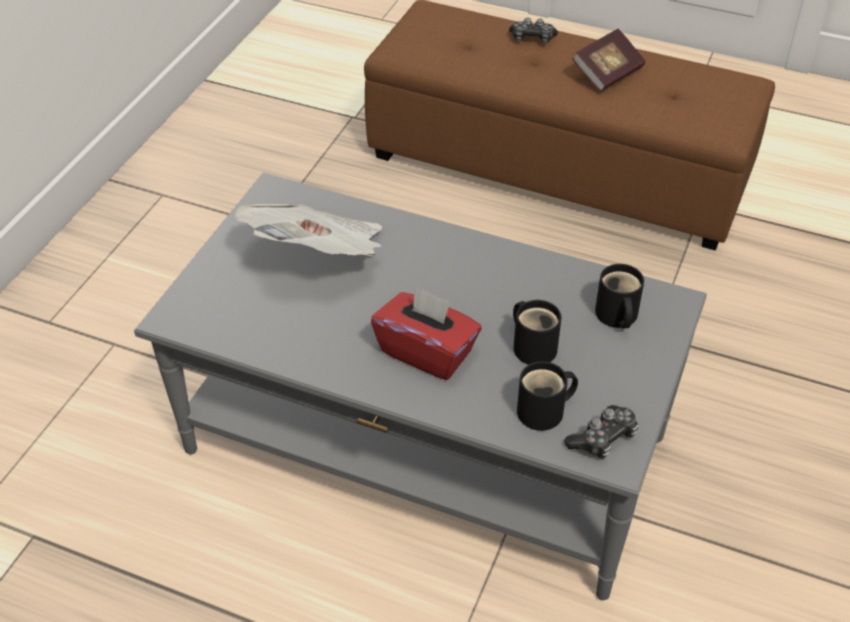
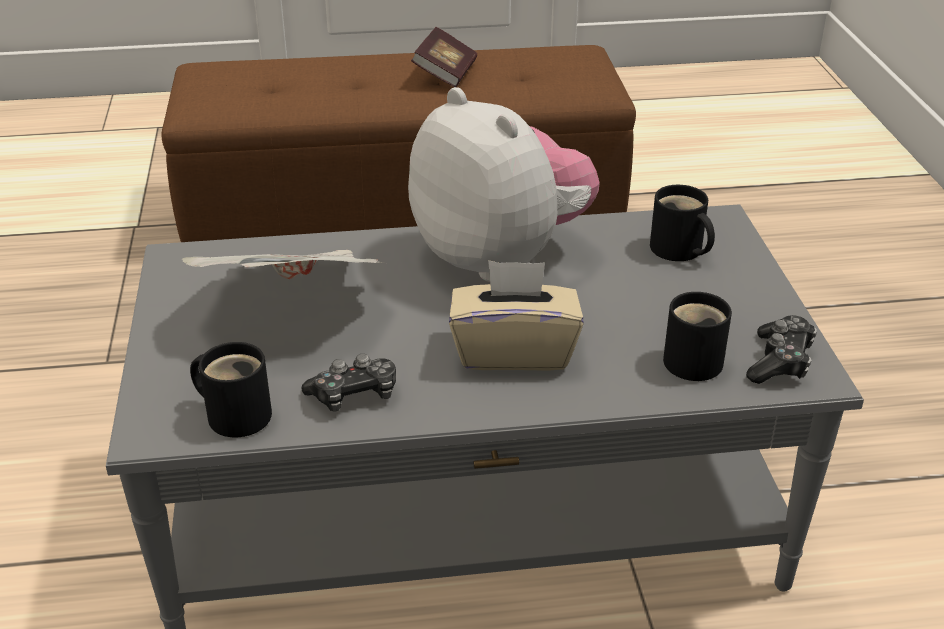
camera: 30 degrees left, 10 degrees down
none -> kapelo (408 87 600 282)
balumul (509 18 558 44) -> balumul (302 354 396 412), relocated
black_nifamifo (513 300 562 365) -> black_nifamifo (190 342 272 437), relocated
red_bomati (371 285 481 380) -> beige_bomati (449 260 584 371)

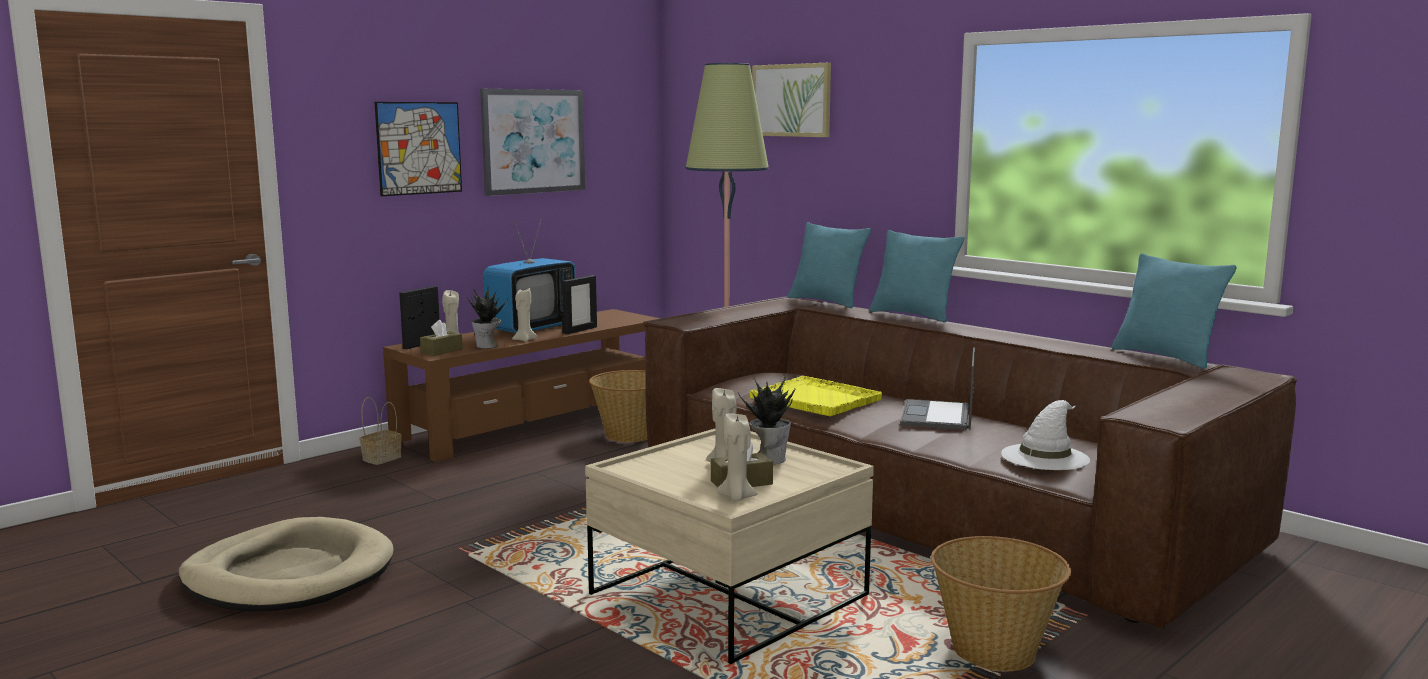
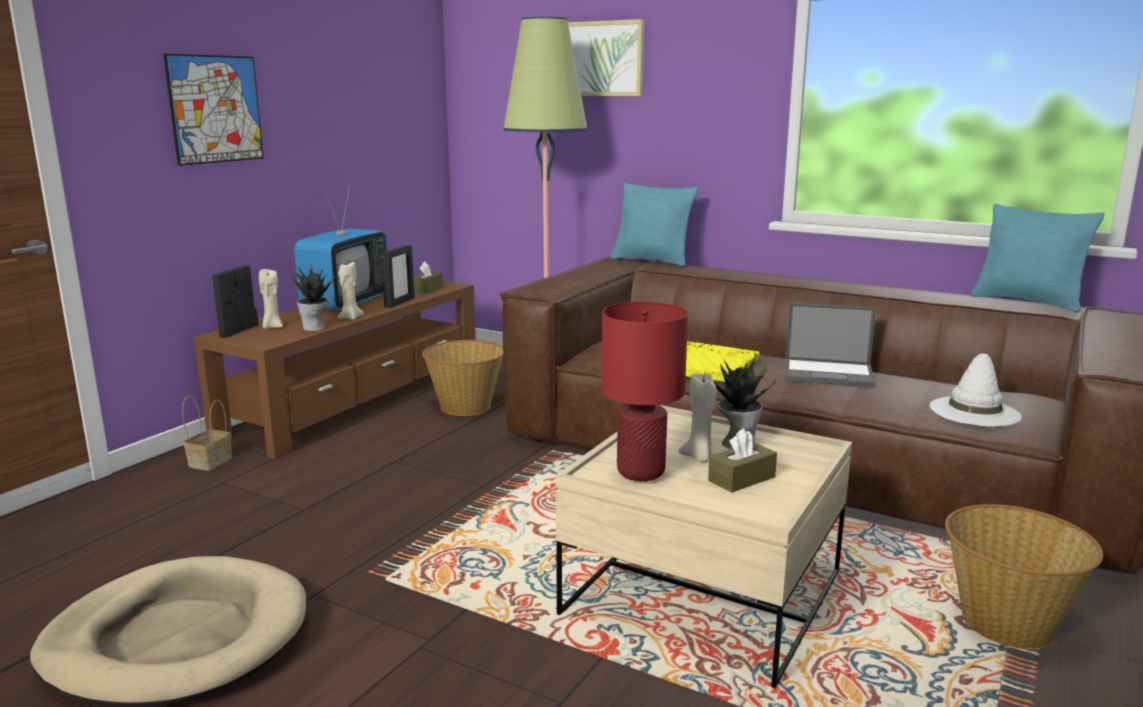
camera: 15 degrees left, 5 degrees up
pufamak (480 89 585 196) -> none
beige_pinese (717 413 758 501) -> none
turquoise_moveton (869 230 964 322) -> none
none -> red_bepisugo (601 302 688 482)
brown_bomati (420 320 463 356) -> brown_bomati (413 262 443 294), relocated
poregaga (900 347 975 430) -> poregaga (784 303 876 388), 75 degrees counterclockwise

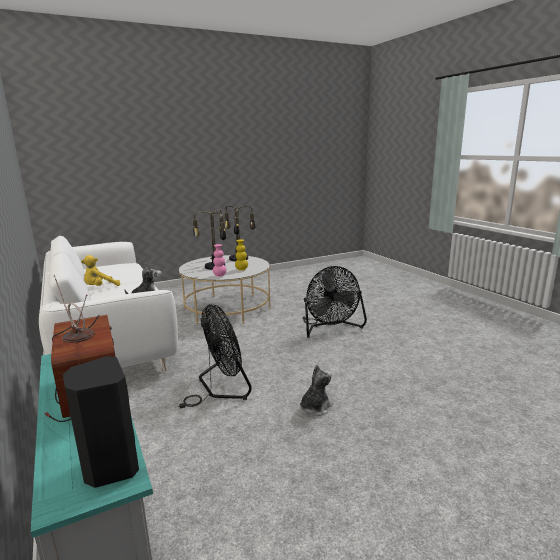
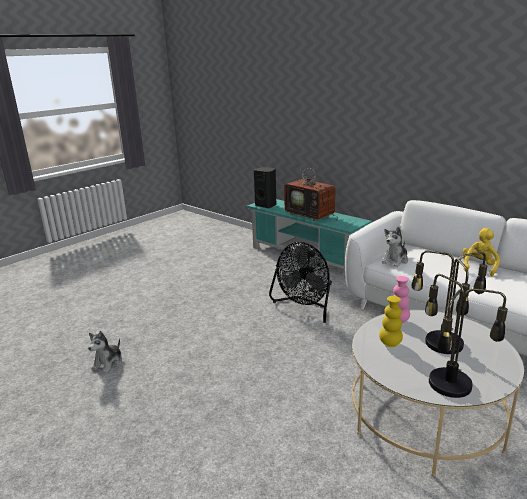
camera: 160 degrees right, 5 degrees up
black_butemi (303 266 367 338) -> none
kapelo (300 365 333 416) -> kapelo (88 331 122 373), relocated

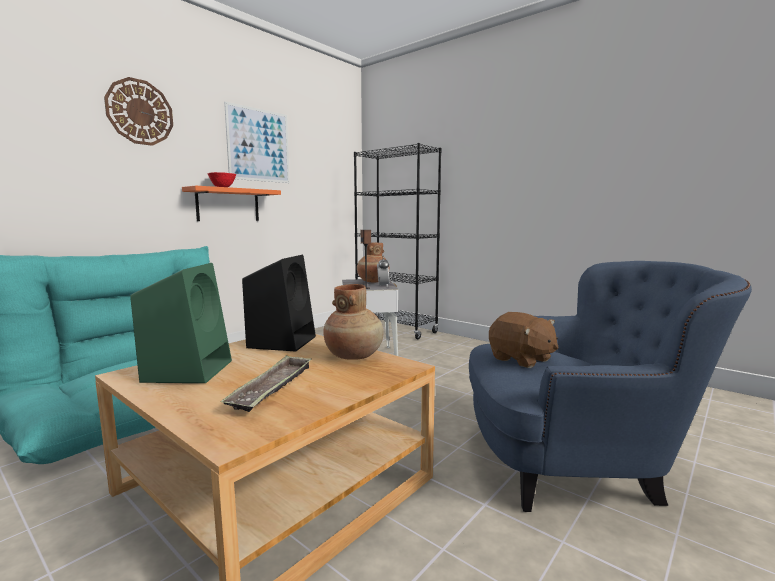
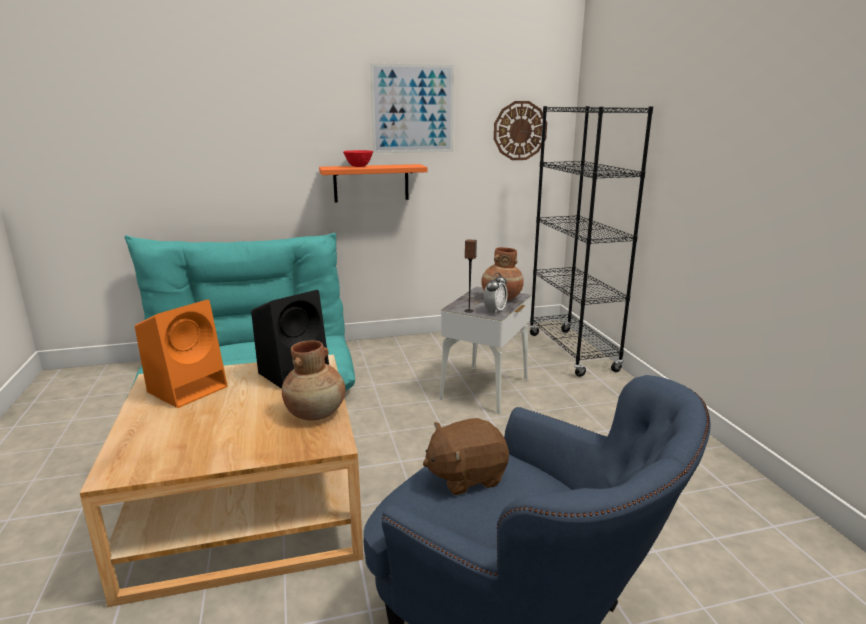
camera: 35 degrees right, 10 degrees up
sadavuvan (220 355 312 412) -> none
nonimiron (104 77 173 146) -> nonimiron (494 101 547 160), relocated
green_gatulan (130 263 232 383) -> orange_gatulan (135 299 228 408)
brown_kapelo (489 312 559 368) -> brown_kapelo (423 418 509 495), 75 degrees clockwise

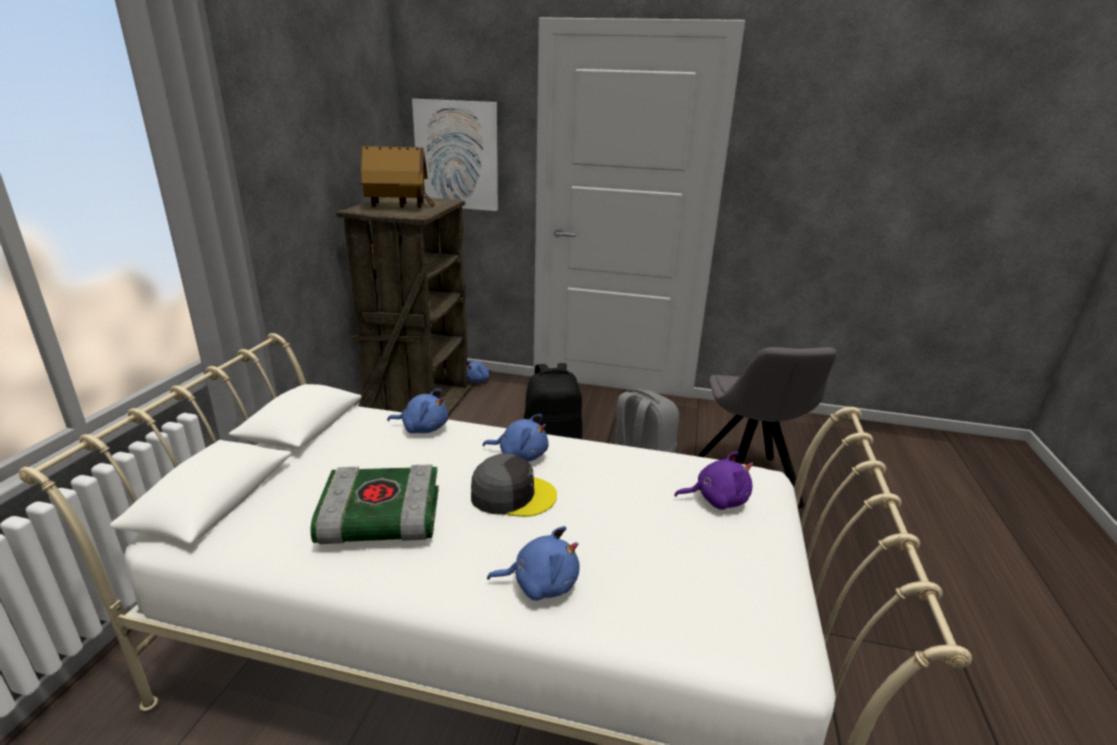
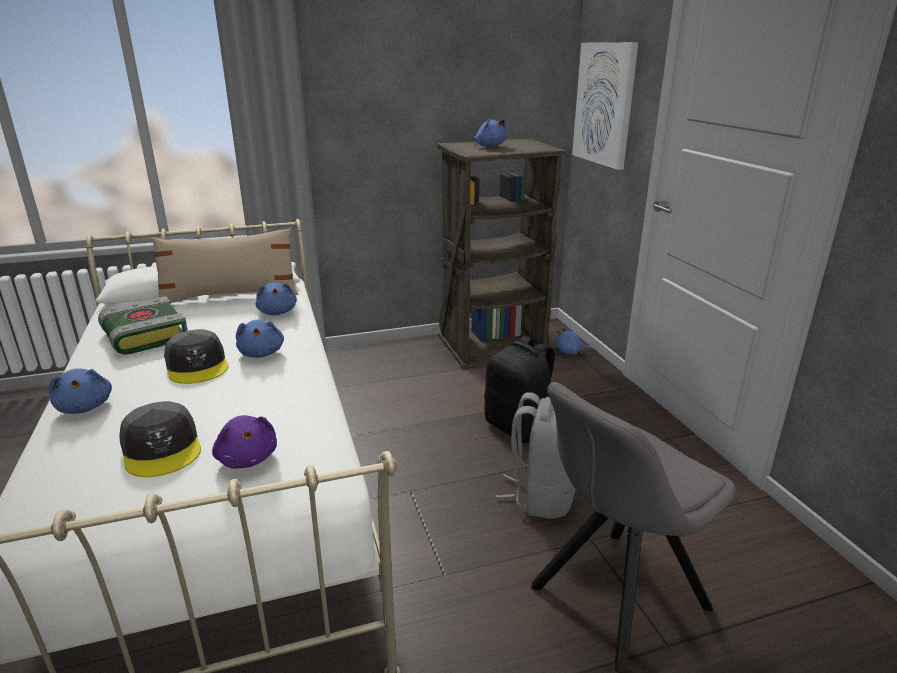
camera: 60 degrees right, 0 degrees up
none -> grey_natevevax (119 401 201 477)
none -> beige_moveton (151 228 298 303)
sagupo (360 146 435 208) -> blue_kapelo (473 118 507 147)

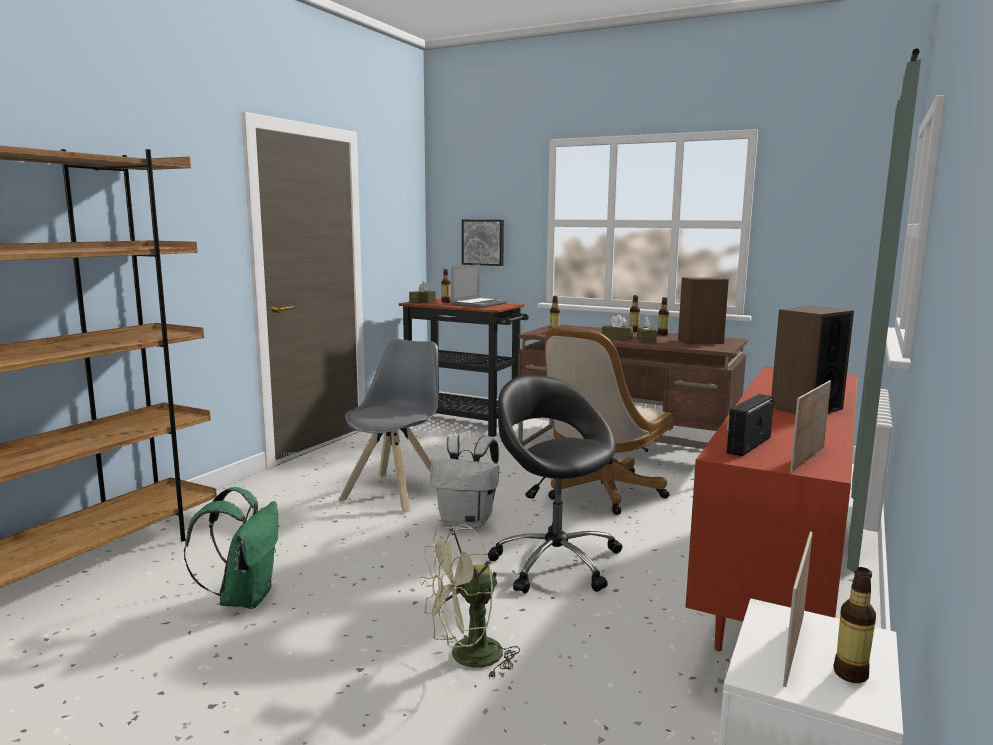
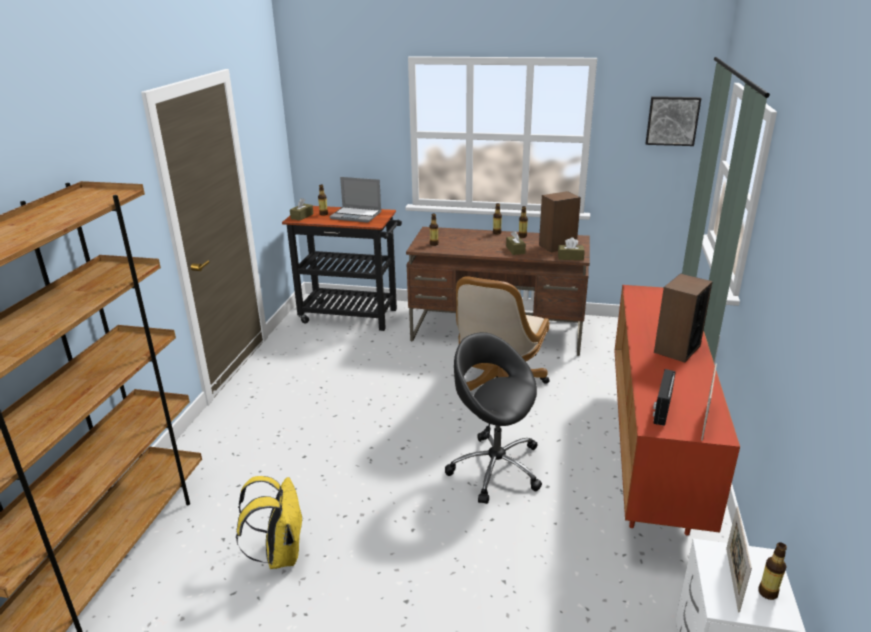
camera: 15 degrees left, 15 degrees up
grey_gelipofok (339 339 438 513) -> none
beige_butemi (419 524 520 679) -> none
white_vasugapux (430 435 499 528) -> none
pufamak (462 220 504 266) -> pufamak (645 96 701 146), relocated
brown_bomati (602 314 633 341) -> brown_bomati (558 237 585 260), relocated
green_vasugapux (184 487 278 609) -> yellow_vasugapux (236 476 304 569)
poregaga (452 264 507 308) -> poregaga (329 177 382 223), 90 degrees clockwise

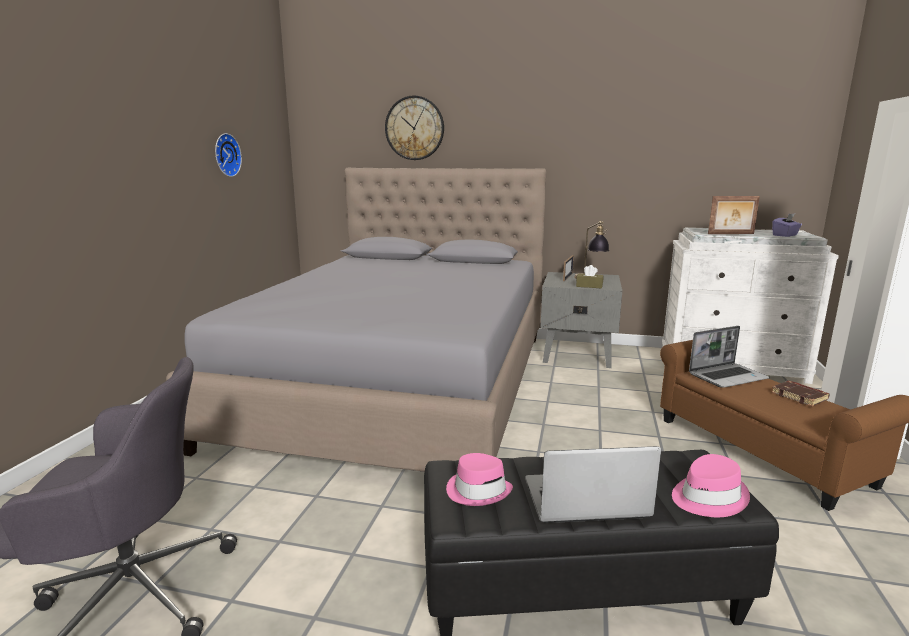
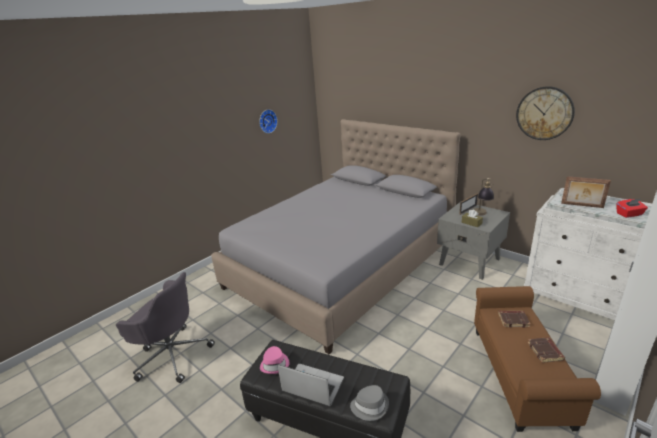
camera: 30 degrees right, 10 degrees up
nonimiron (385 96 444 160) -> nonimiron (516 86 575 140), relocated
poregaga (689 326 770 388) -> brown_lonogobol (498 311 531 328)
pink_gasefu (672 454 750 517) -> grey_gasefu (350 385 389 421)
purple_bomati (772 213 802 237) -> red_bomati (617 199 648 218)

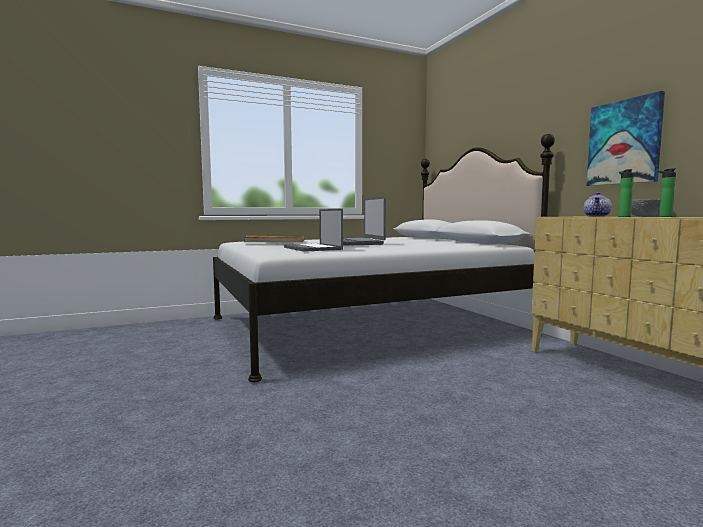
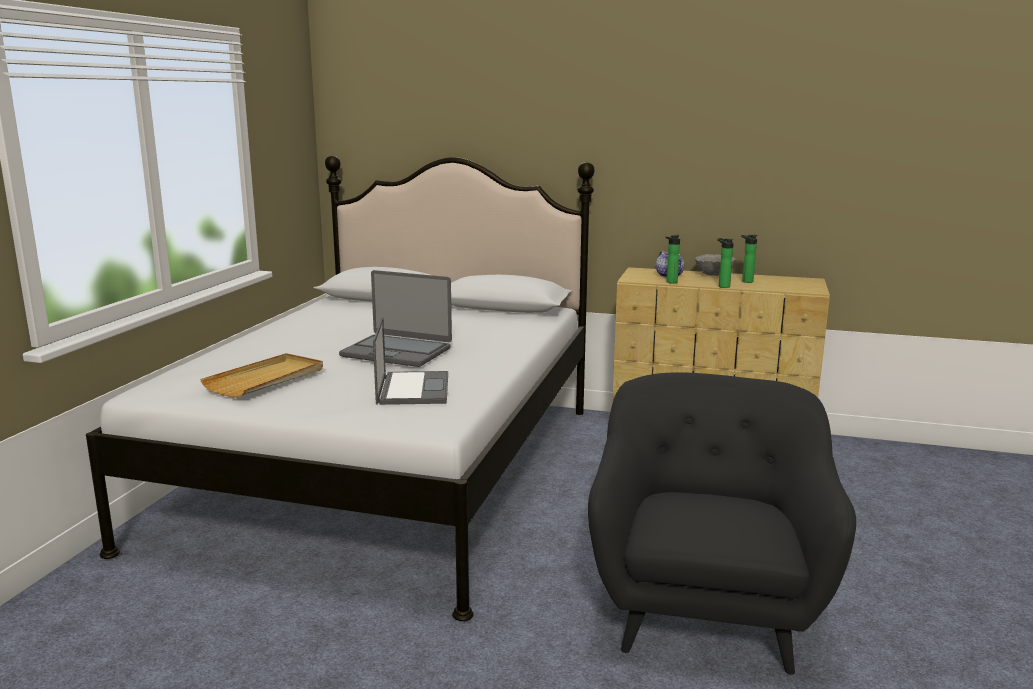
camera: 50 degrees left, 10 degrees up
pufamak (587 91 665 186) -> none
none -> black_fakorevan (588 372 856 675)
none -> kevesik (666 235 680 284)
poregaga (284 209 343 252) -> poregaga (373 317 448 405), 105 degrees counterclockwise

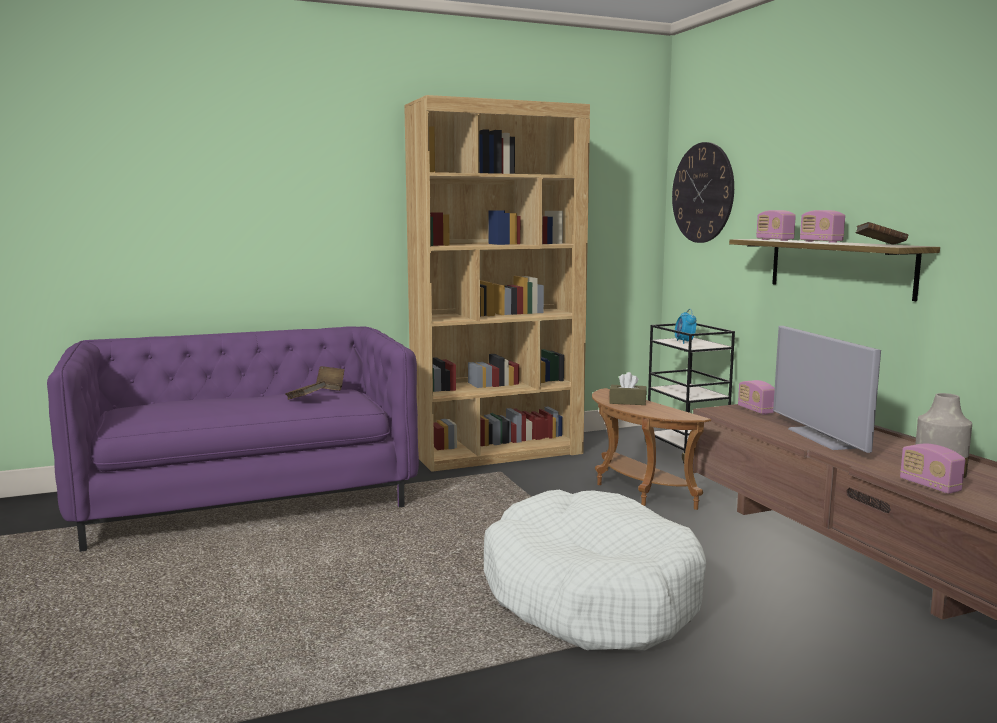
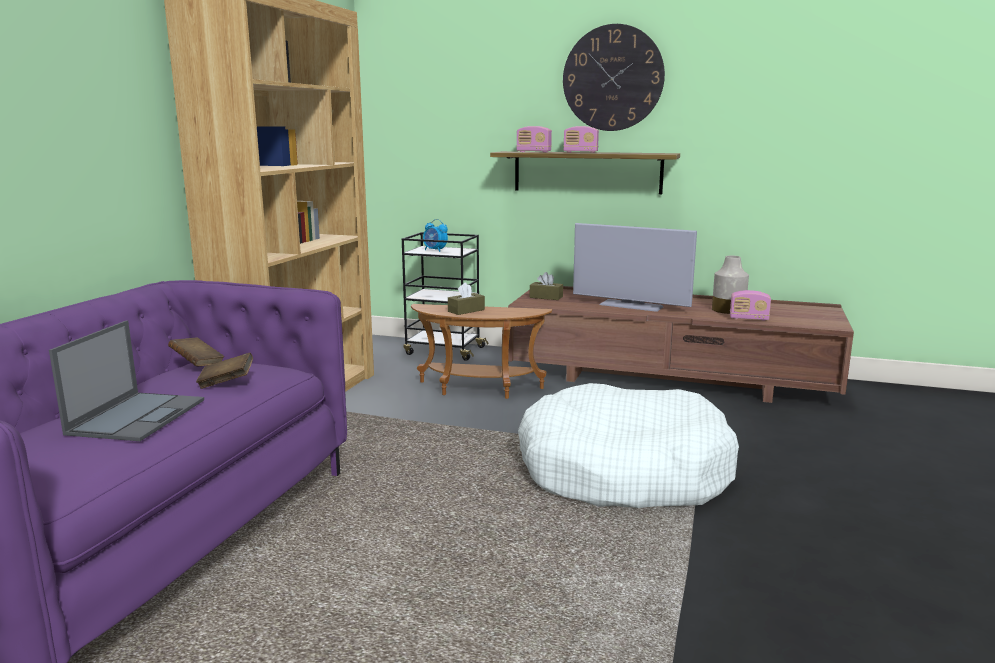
camera: 50 degrees left, 5 degrees up
brown_lonogobol (855 222 908 245) -> none
none -> poregaga (49 320 204 441)
nonimiron (672 142 734 243) -> nonimiron (563 24 665 131), relocated
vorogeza (738 380 775 415) -> brown_bomati (530 272 563 300)

